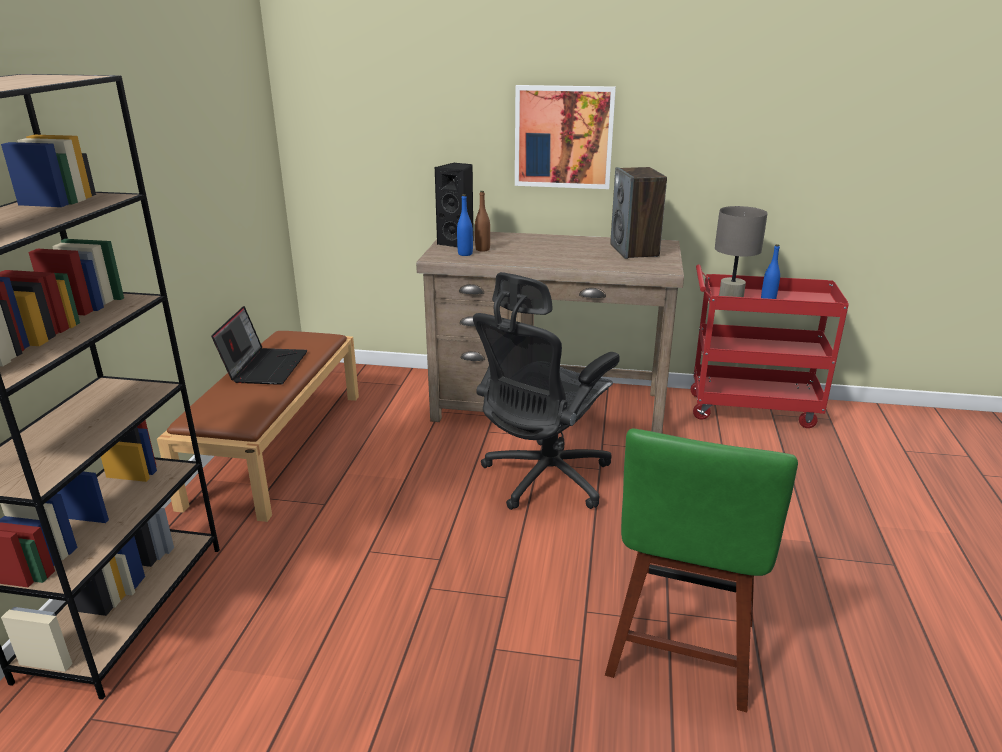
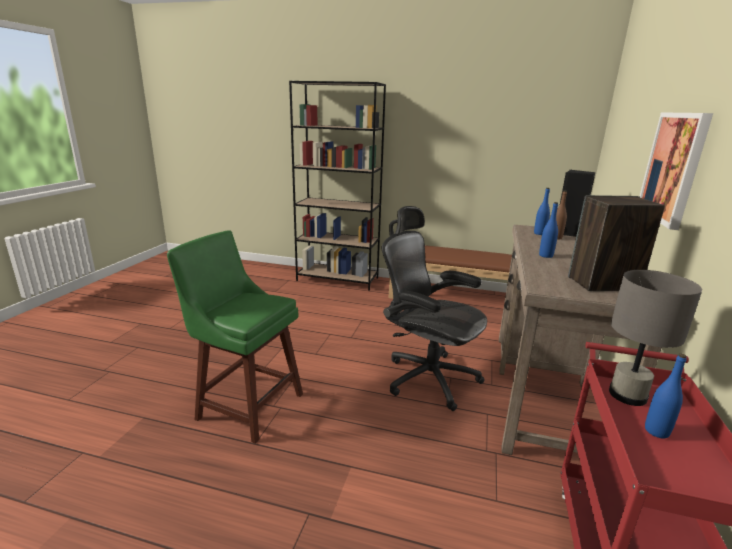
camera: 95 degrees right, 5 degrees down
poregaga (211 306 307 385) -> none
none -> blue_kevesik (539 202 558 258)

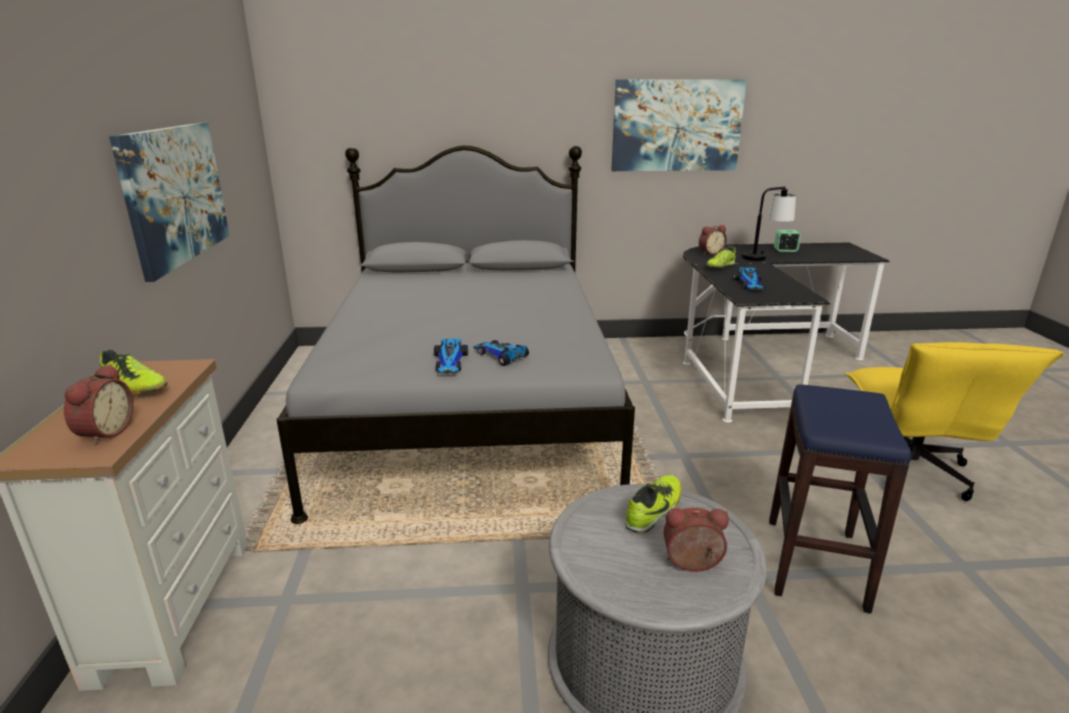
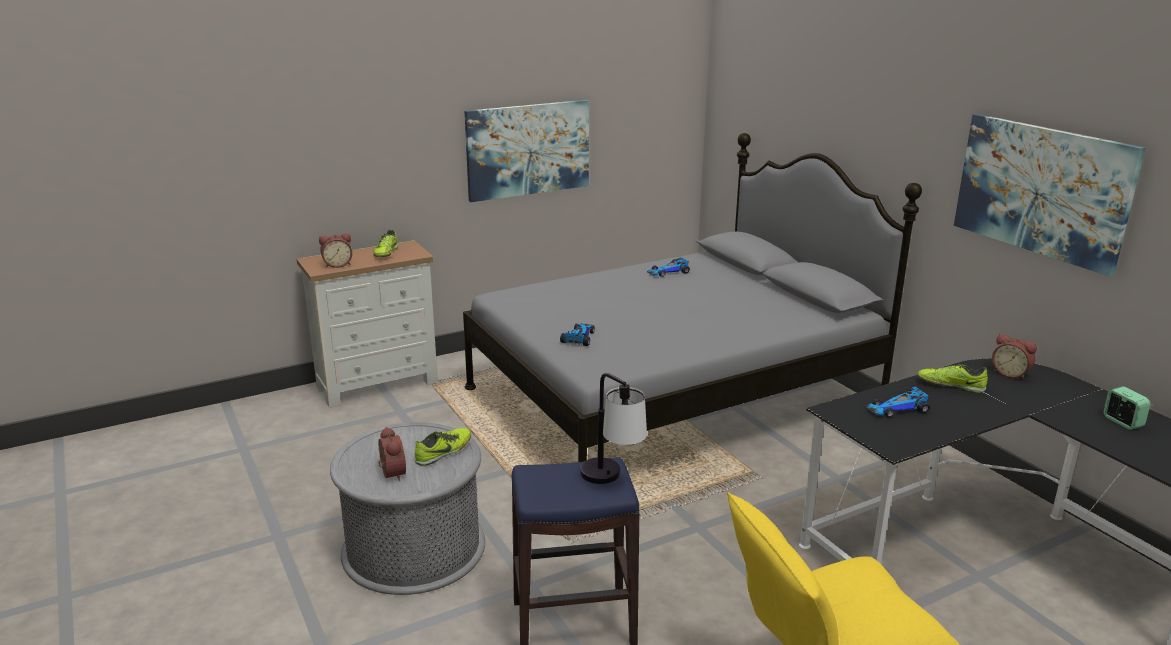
camera: 65 degrees right, 0 degrees up
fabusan (434 339 468 374) -> fabusan (647 257 690 277), relocated
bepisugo (741 187 796 261) -> bepisugo (580 373 647 484), relocated
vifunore (625 475 682 533) -> vifunore (415 428 471 465), 60 degrees counterclockwise

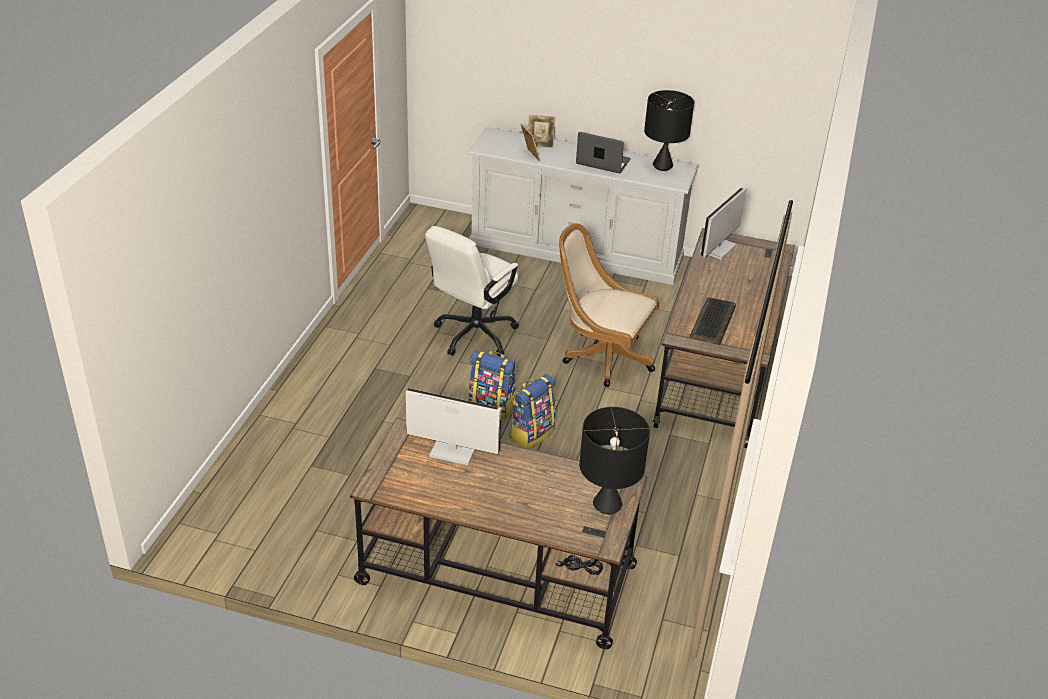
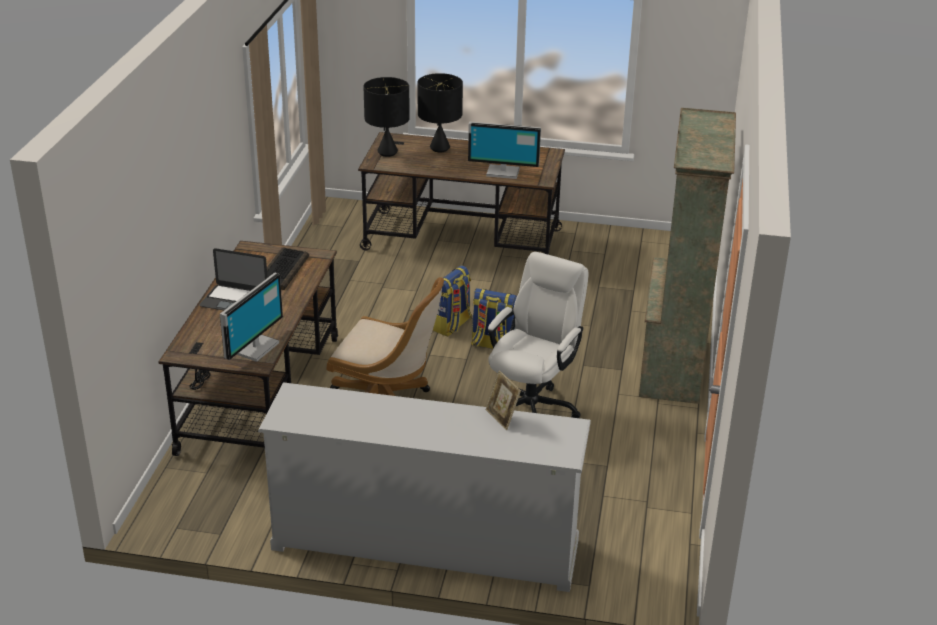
camera: 175 degrees right, 5 degrees down
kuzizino (528 115 556 148) -> none
none -> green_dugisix (639 108 736 404)
poregaga (576 132 631 173) -> poregaga (199 248 268 310), relocated
black_bepisugo (644 90 694 171) -> black_bepisugo (418 73 463 152), relocated

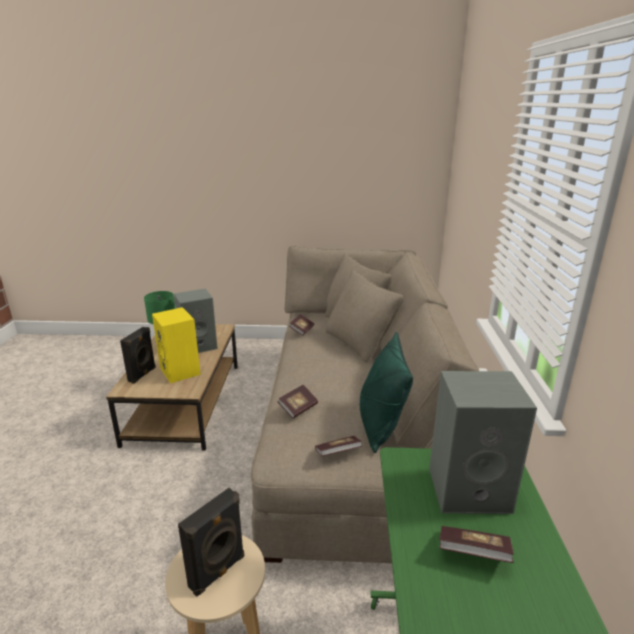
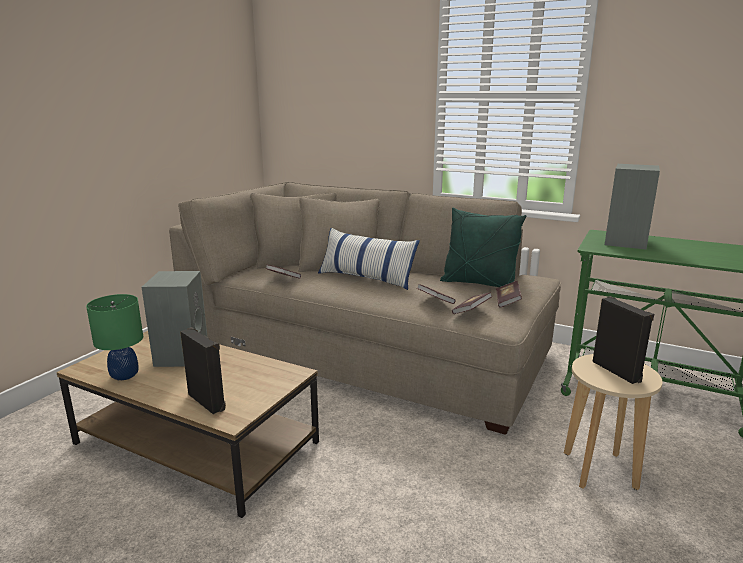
camera: 65 degrees left, 5 degrees down
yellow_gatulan (152 307 201 383) -> none
none -> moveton (318 228 420 290)
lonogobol (440 526 514 563) -> lonogobol (452 292 493 314), relocated

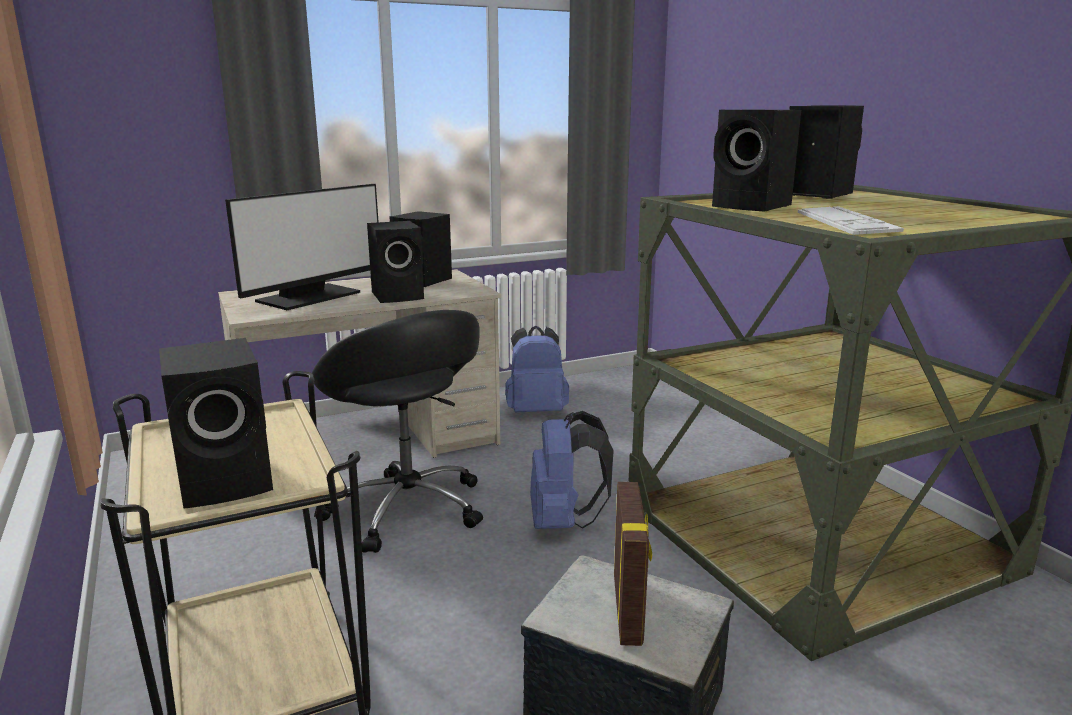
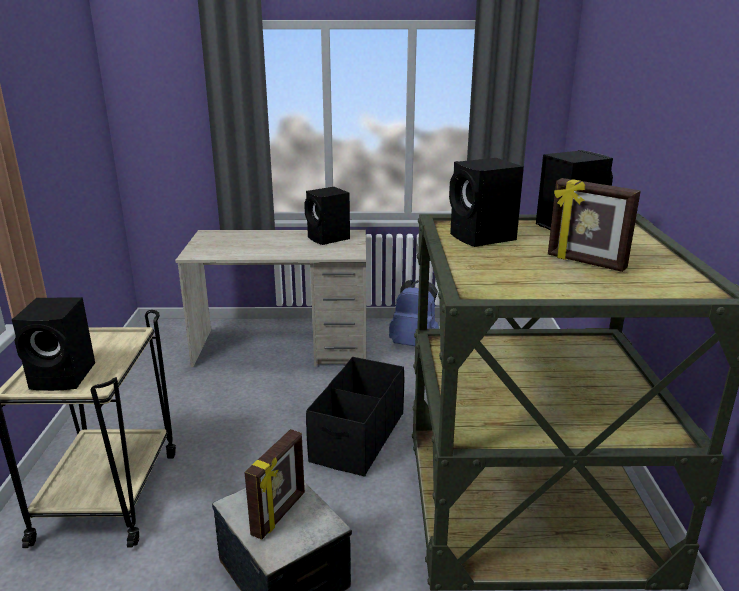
camera: 25 degrees right, 5 degrees up
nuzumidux (225 184 379 310) -> none
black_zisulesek (312 310 483 553) -> none
black_gatulan (367 221 424 303) -> none
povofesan (798 206 904 235) -> none
none -> kuzizino (548 178 641 272)
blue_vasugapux (530 411 614 529) -> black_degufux (306 357 404 477)

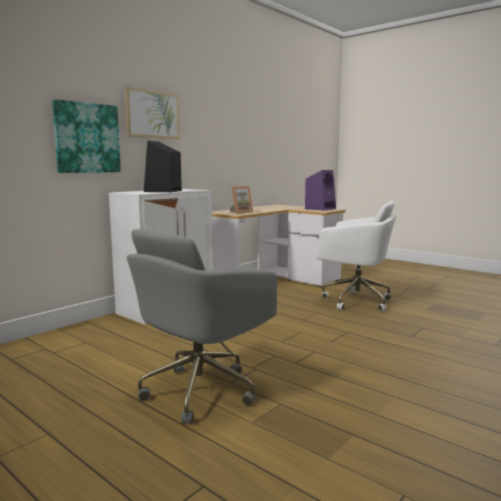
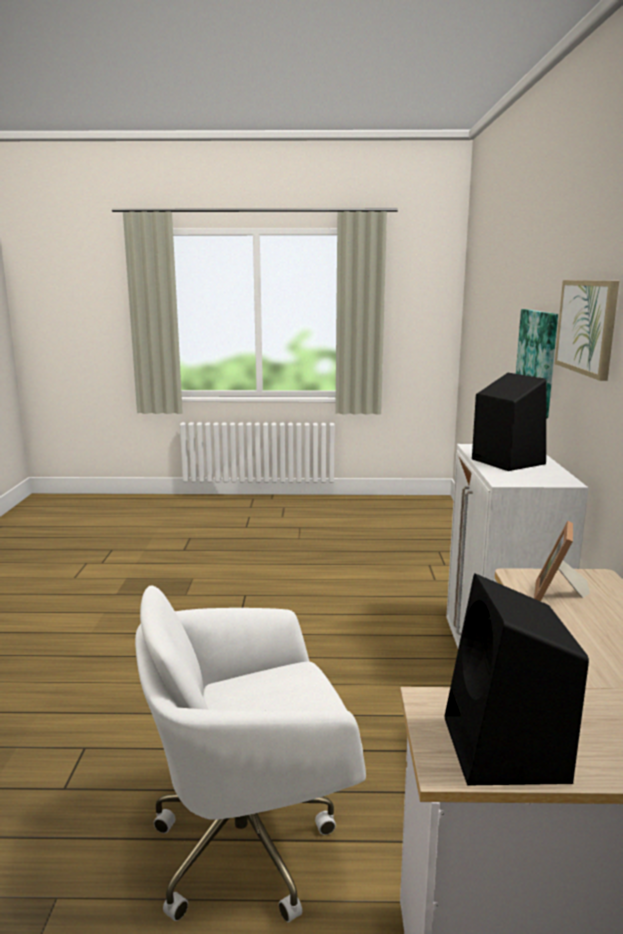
camera: 140 degrees right, 5 degrees up
grey_zisulesek (127 229 277 424) -> none
purple_gatulan (305 170 336 211) -> black_gatulan (445 573 589 786)

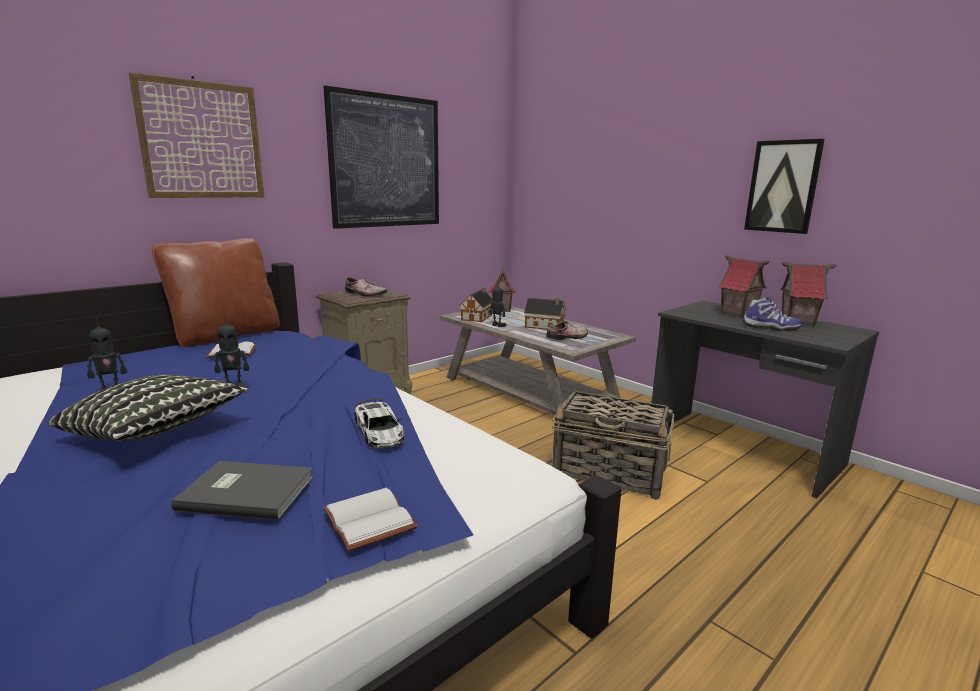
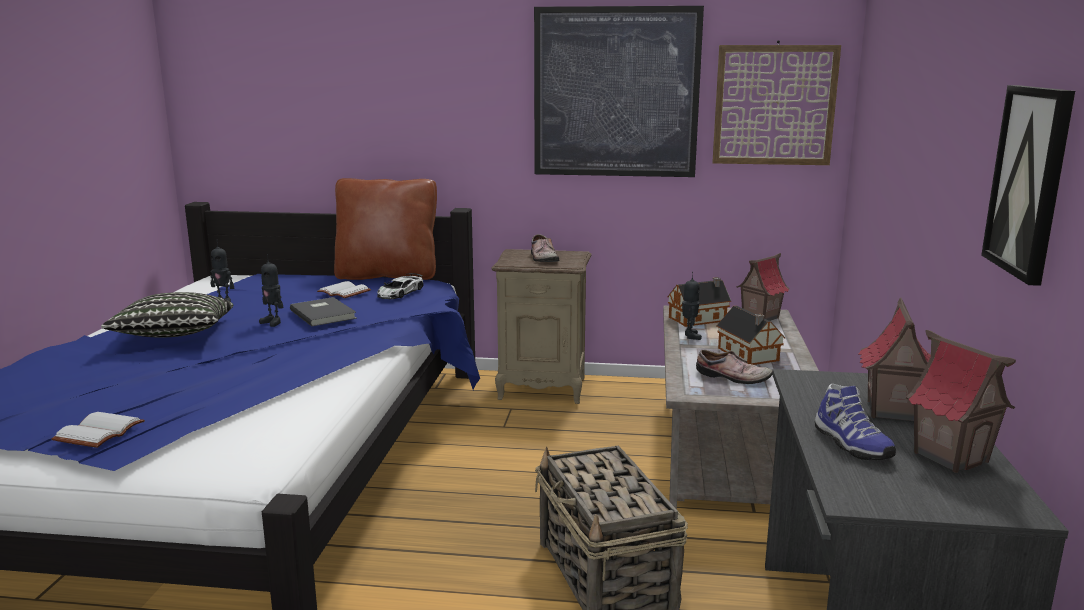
camera: 50 degrees right, 0 degrees up
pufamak (129 72 264 198) -> pufamak (712 40 841 165), relocated
grey_lonogobol (172 461 313 520) -> grey_lonogobol (290 297 357 326), relocated
fabusan (355 398 404 449) -> fabusan (377 273 424 299), relocated

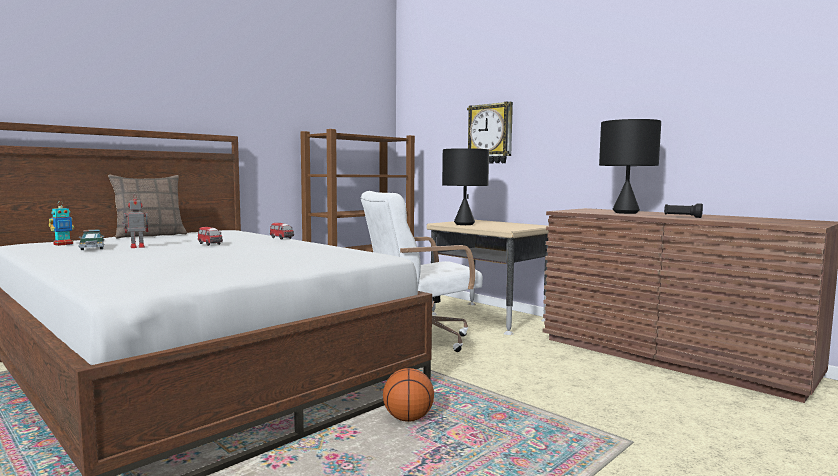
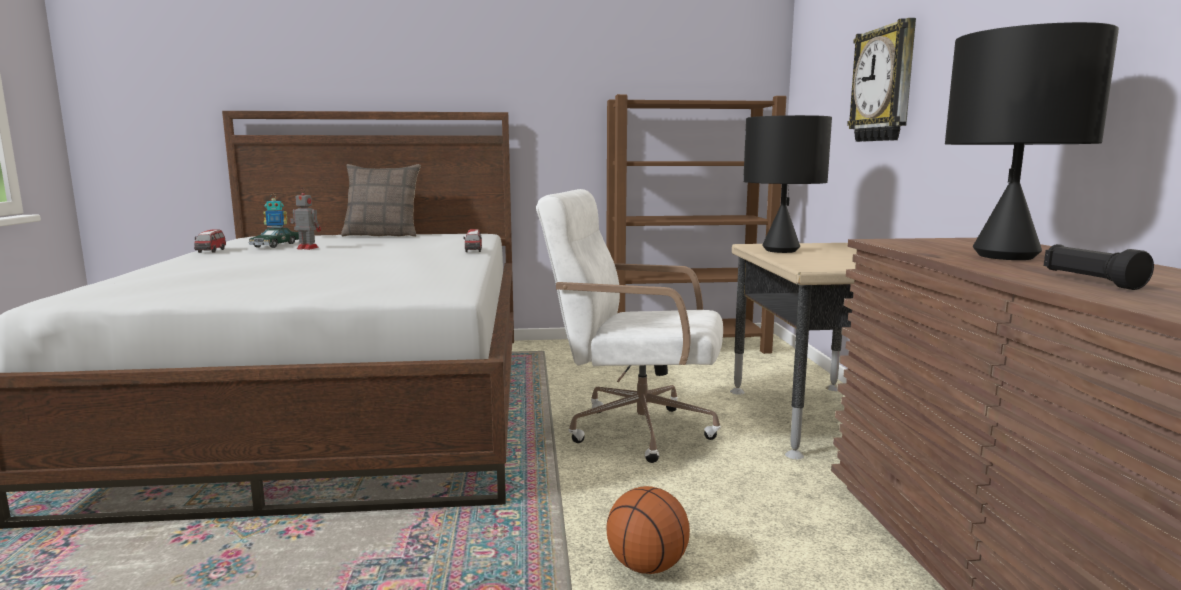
camera: 40 degrees right, 5 degrees up
fabusan (198 227 223 246) -> fabusan (194 229 226 253), relocated
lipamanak (383 368 434 422) -> lipamanak (606 486 690 574), relocated

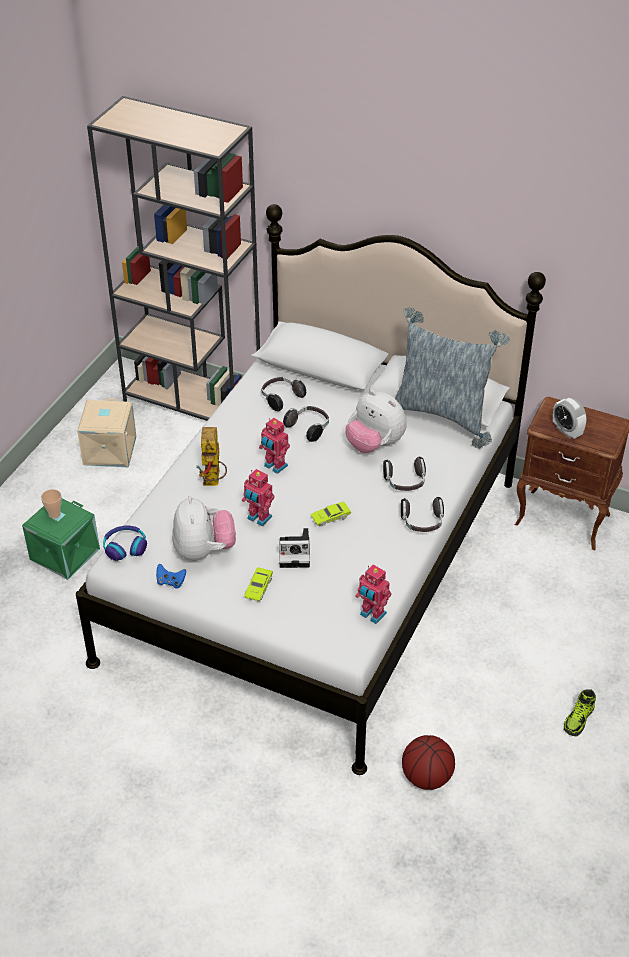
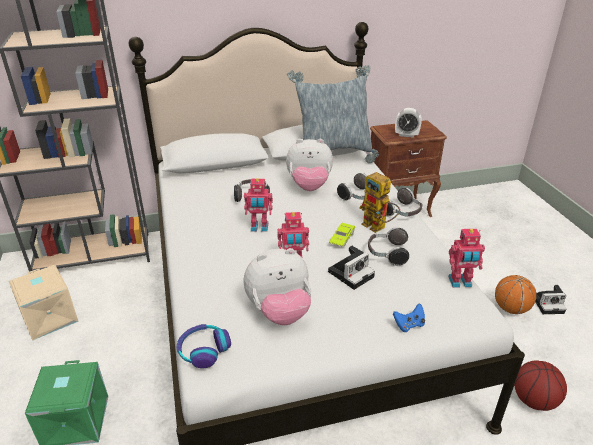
camera: 40 degrees left, 10 degrees down
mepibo (41 489 62 519) -> none
green_fabusan (244 567 273 601) -> none
none -> lipamanak (495 275 536 314)
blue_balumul (156 564 186 589) -> blue_balumul (393 303 425 332), relocated
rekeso (197 427 227 486) -> rekeso (360 172 400 233), relocated
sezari (262 377 306 411) -> sezari (368 227 409 266), relocated
vifunore (564 689 596 736) -> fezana (535 285 566 314)
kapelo (172 496 236 561) -> kapelo (243 248 311 325), 120 degrees clockwise

